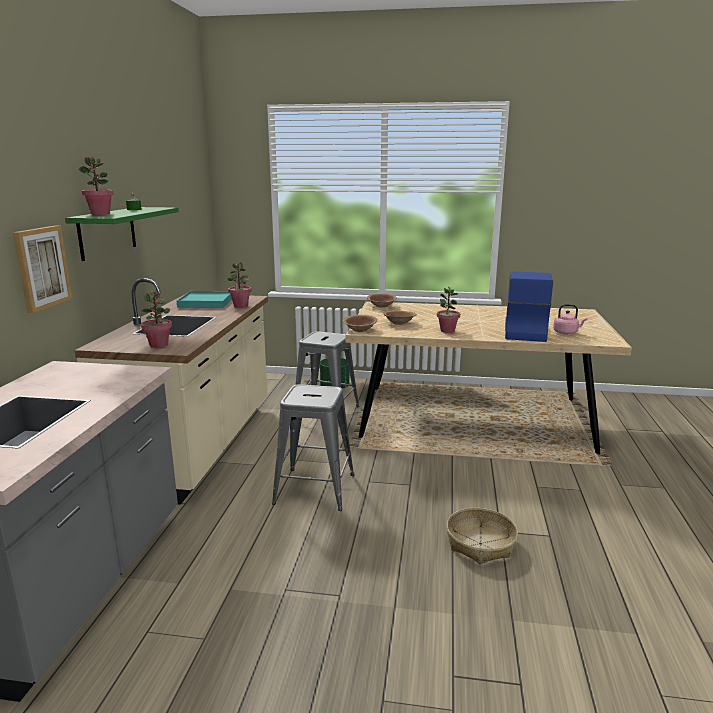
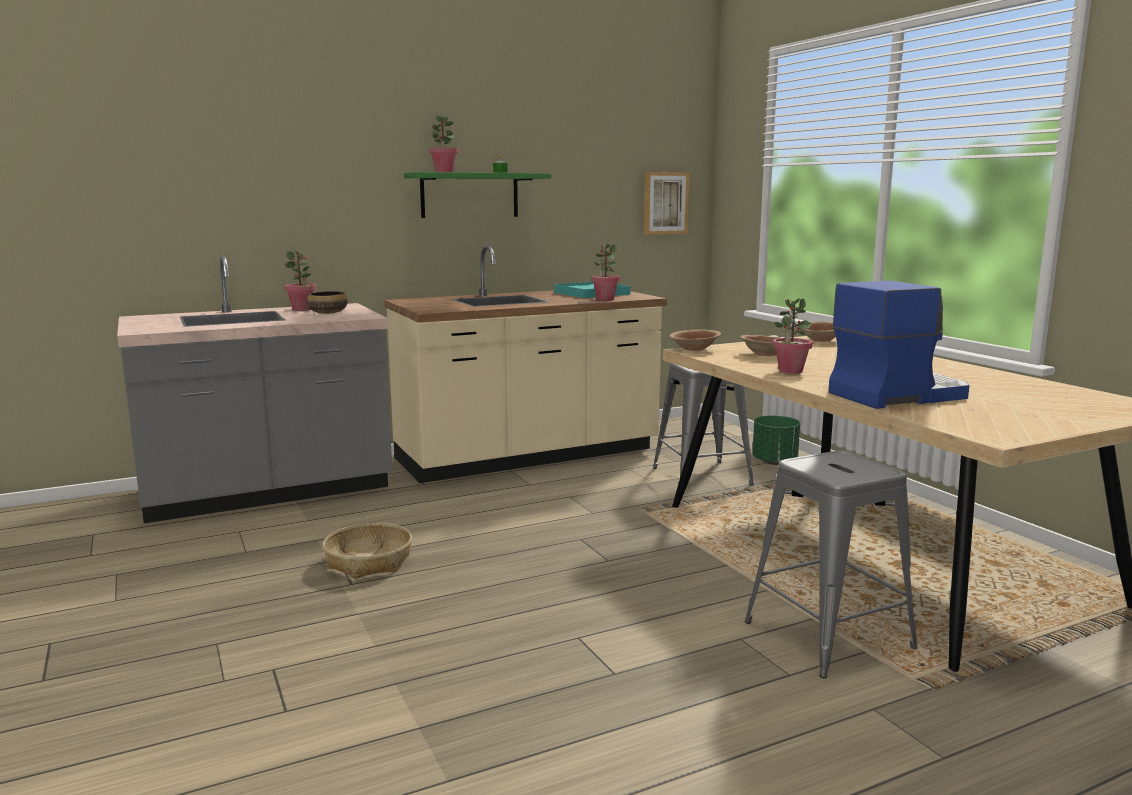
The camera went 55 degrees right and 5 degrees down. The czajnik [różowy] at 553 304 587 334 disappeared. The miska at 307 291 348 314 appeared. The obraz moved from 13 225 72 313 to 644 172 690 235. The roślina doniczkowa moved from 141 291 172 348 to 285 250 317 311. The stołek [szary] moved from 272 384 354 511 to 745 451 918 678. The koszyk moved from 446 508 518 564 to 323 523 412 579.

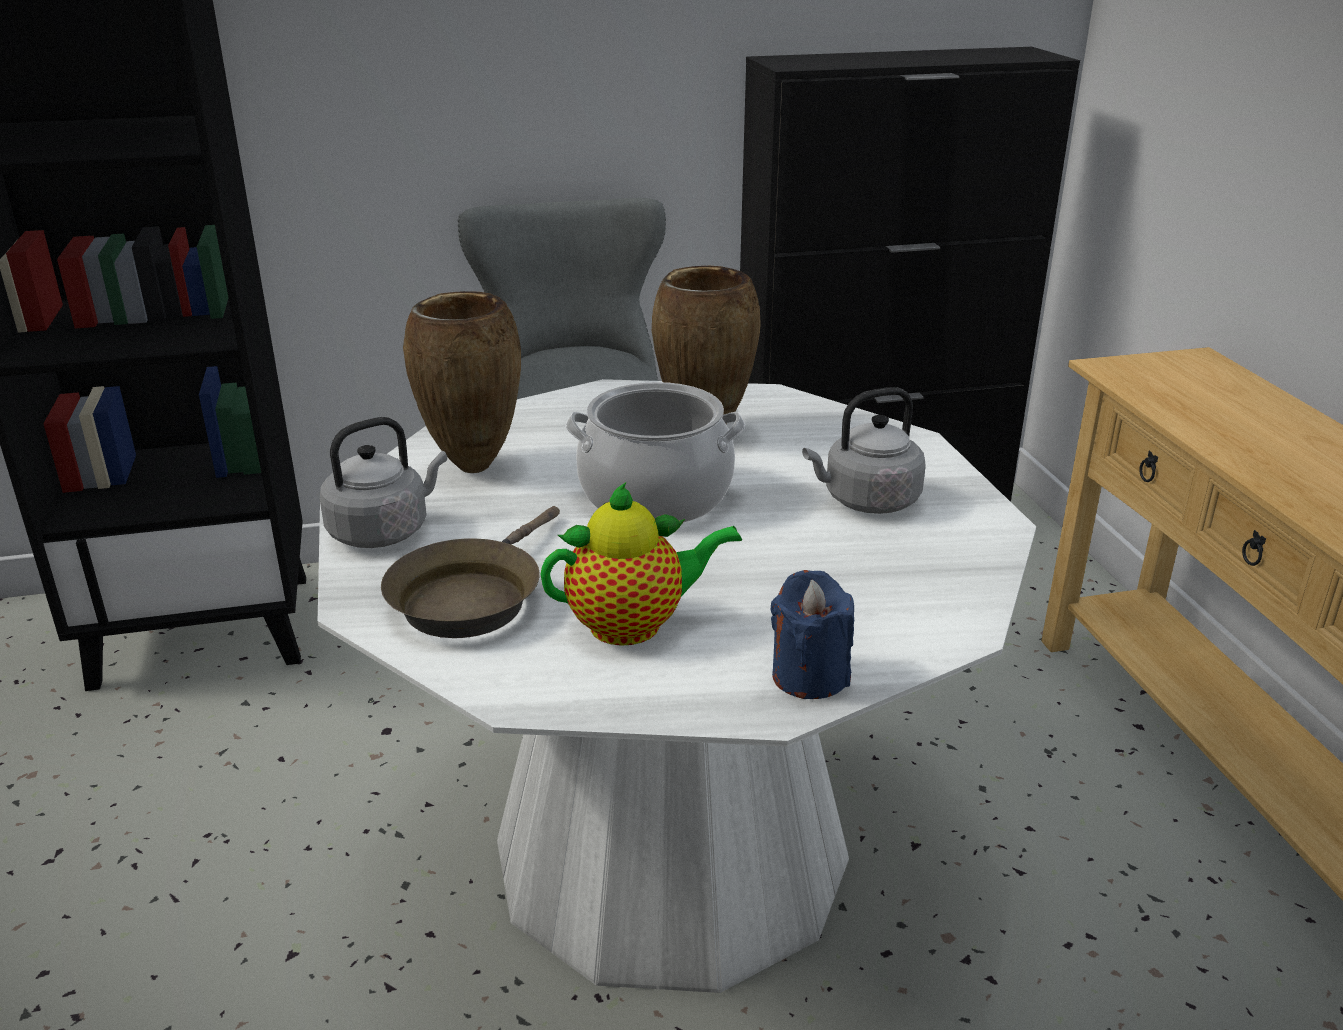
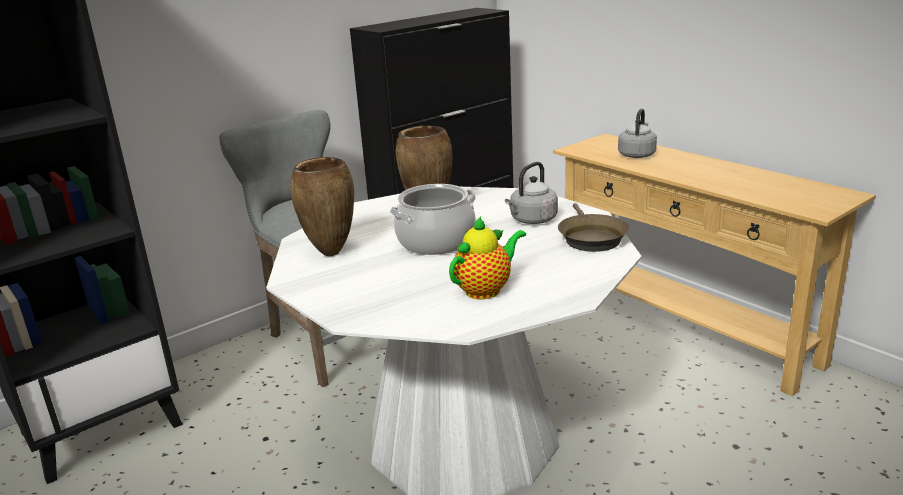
The camera went 25 degrees left and 5 degrees down. The świeca [niebieski] at 770 570 854 699 disappeared. The czajnik [szary] moved from 320 417 447 548 to 618 109 657 158. The patelnia [brązowy] moved from 381 506 560 638 to 558 203 630 252.

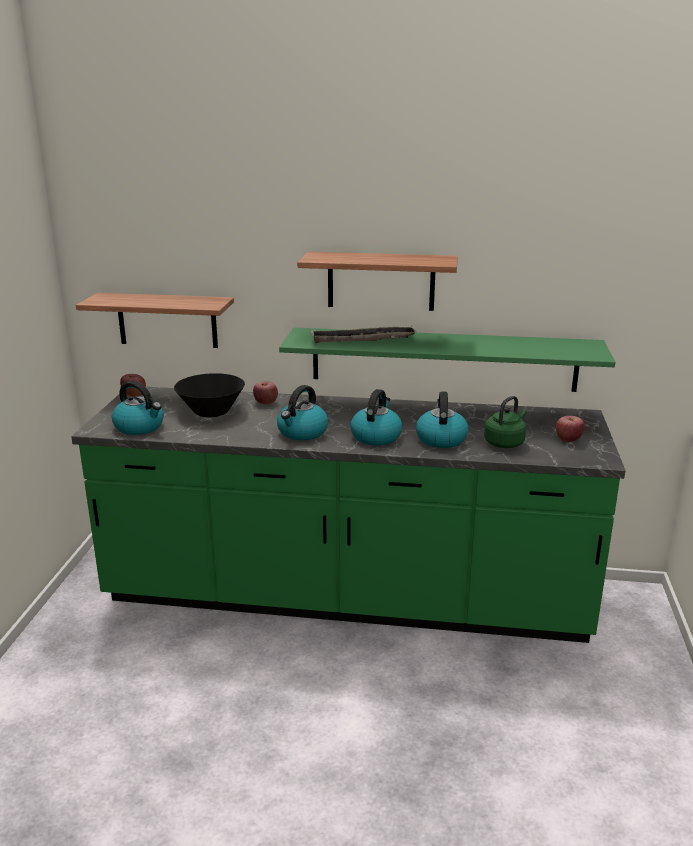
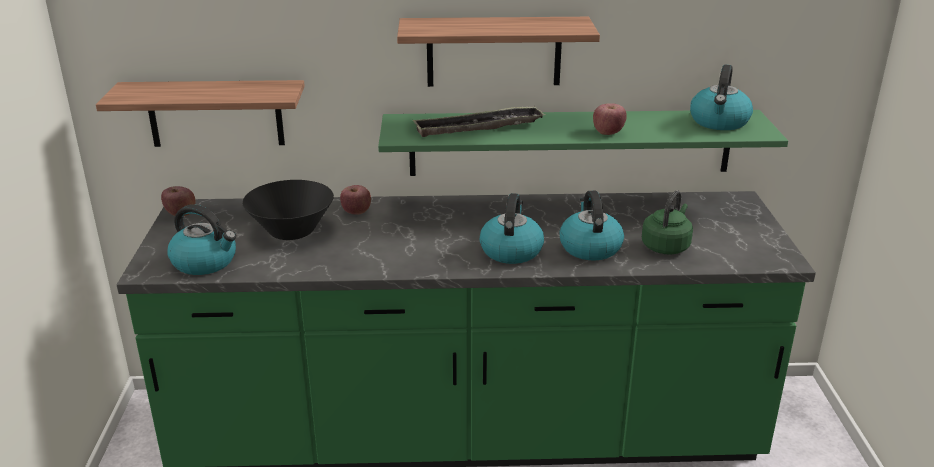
The camera went 10 degrees left and 5 degrees up. The czajnik moved from 277 385 328 440 to 690 65 753 130. The jabłko moved from 556 416 585 442 to 593 103 627 135.

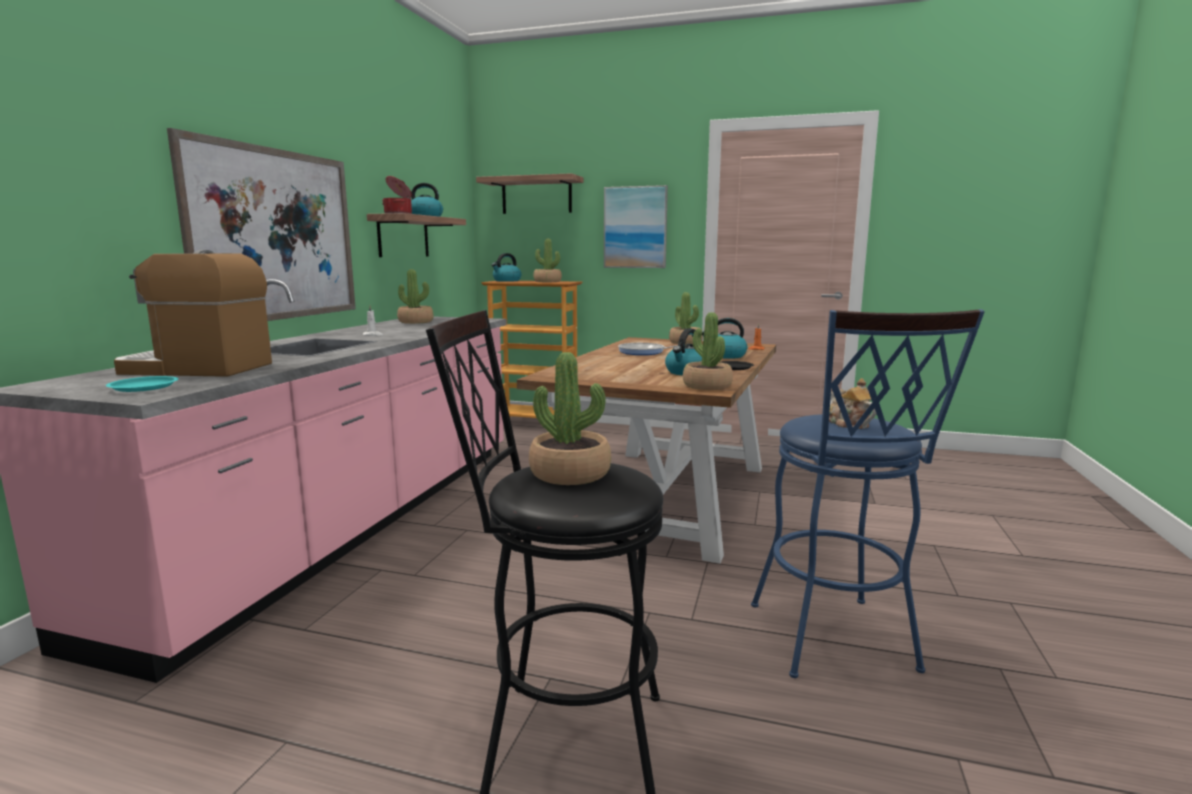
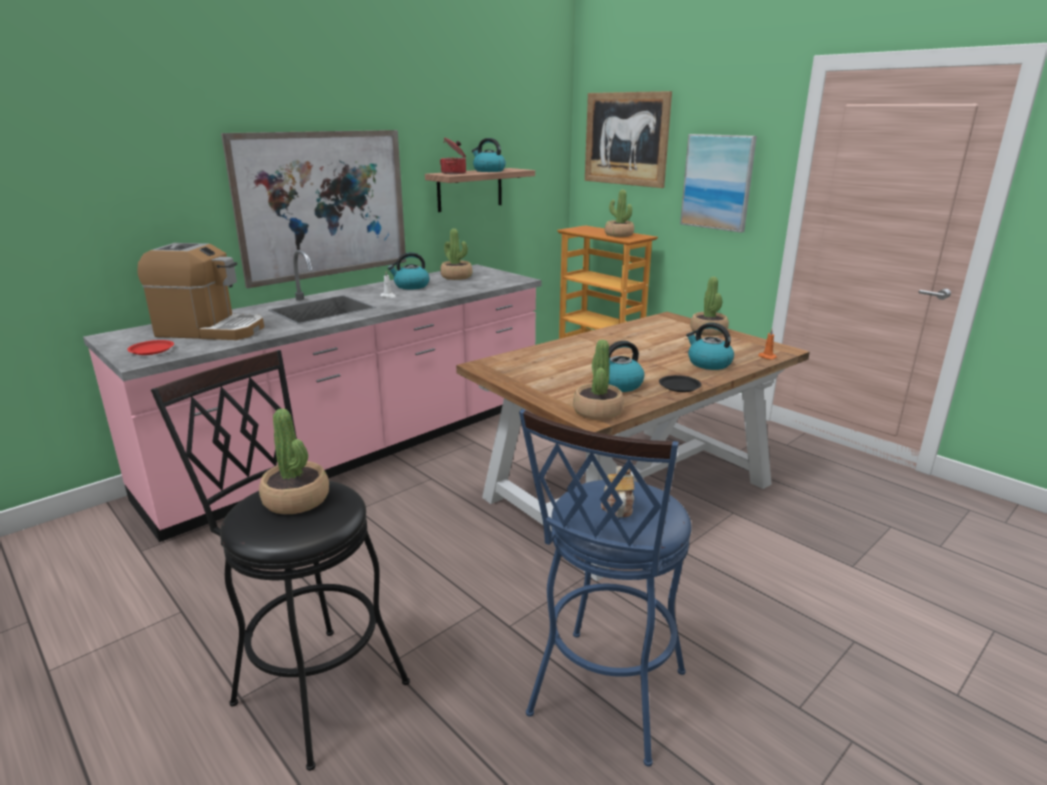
The camera went 30 degrees right and 10 degrees up. The patelnia at 618 343 677 355 disappeared. The czajnik moved from 492 253 521 282 to 388 252 429 290. The półka at 476 173 584 214 was replaced by the obraz at 585 91 672 188. The talerz [turkusowy] at 106 376 179 392 became the talerz [czerwony] at 127 340 174 355. The ekspres do kawy at 114 250 272 377 turned 150 degrees clockwise.

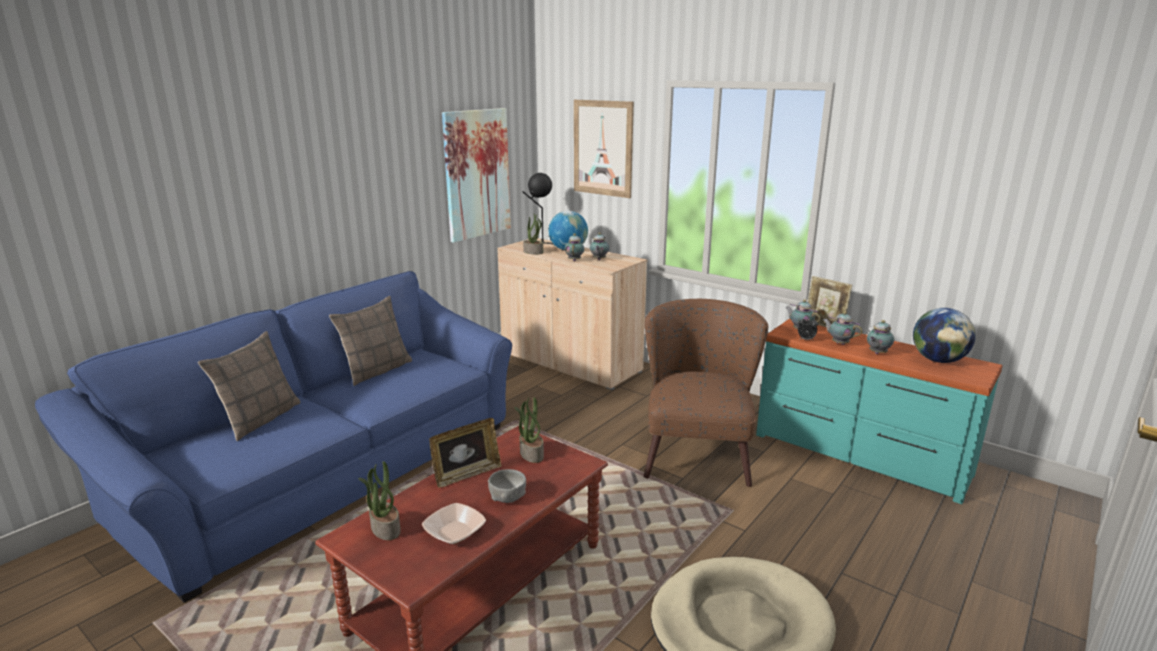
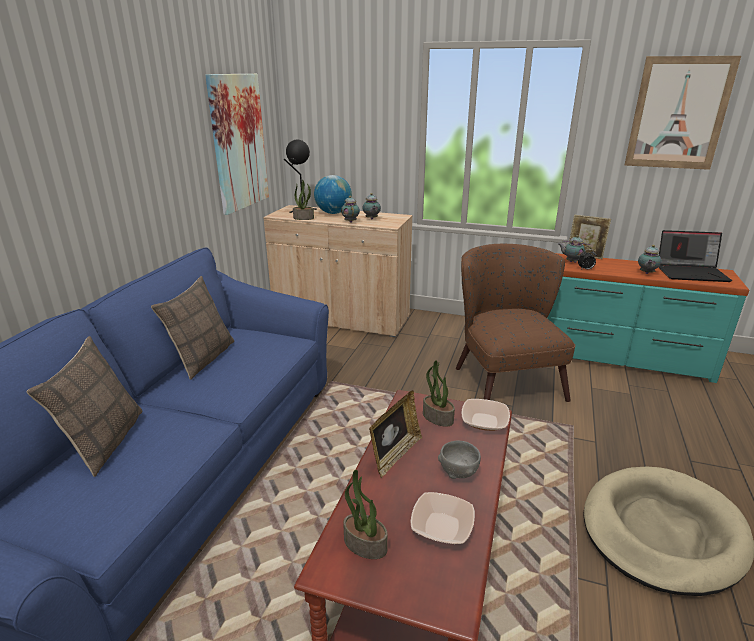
The camera went 20 degrees left and 5 degrees up. The imbryk at 823 312 862 345 disappeared. The miska at 462 399 510 431 appeared. The obraz moved from 574 100 634 198 to 625 56 741 170. The globus at 913 308 976 363 was replaced by the laptop at 659 230 732 282.

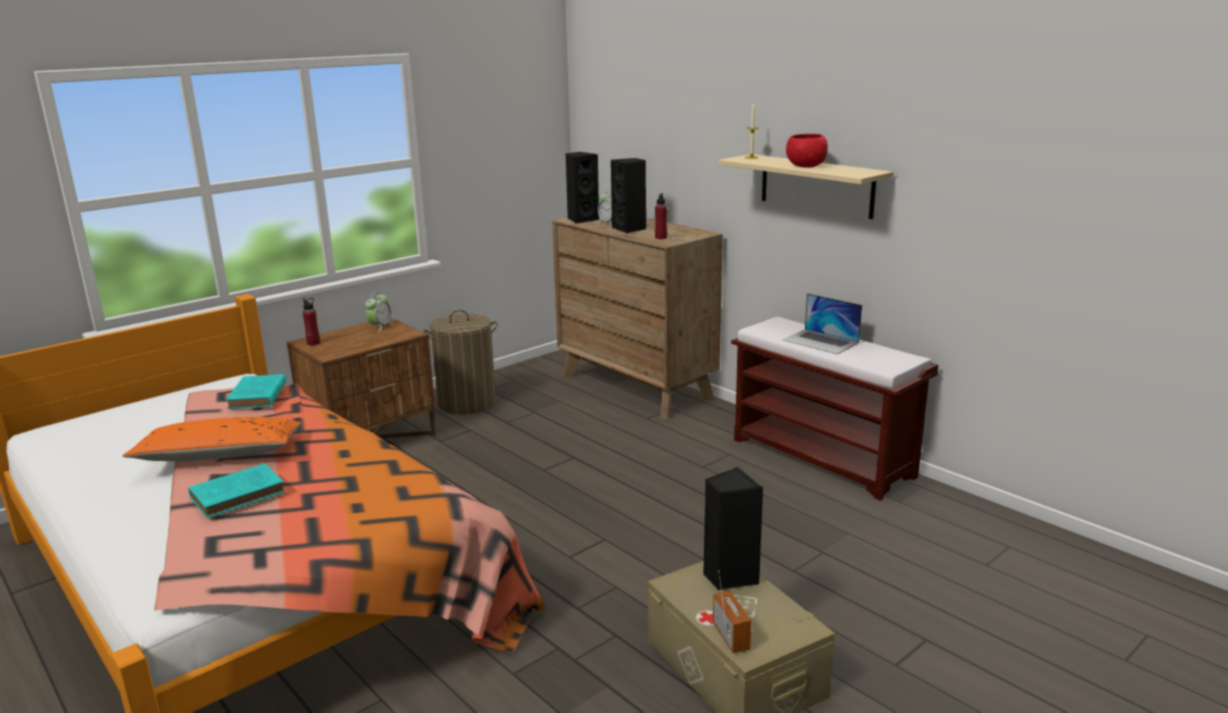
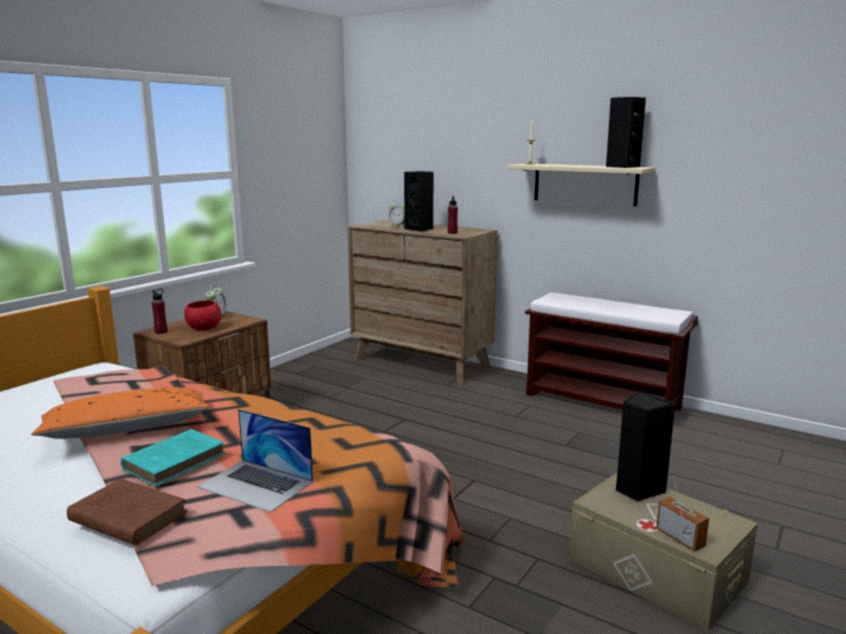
The camera went 15 degrees left and 5 degrees down. The książka [turkusowy] at 226 374 286 409 disappeared. The kosz na pranie at 423 310 498 415 disappeared. The książka [brązowy] at 67 479 187 545 appeared. The głośnik [czarny] moved from 566 152 599 223 to 606 97 646 168. The laptop moved from 783 293 862 354 to 198 409 313 512. The miska [czerwony] moved from 786 134 828 168 to 184 300 221 331.

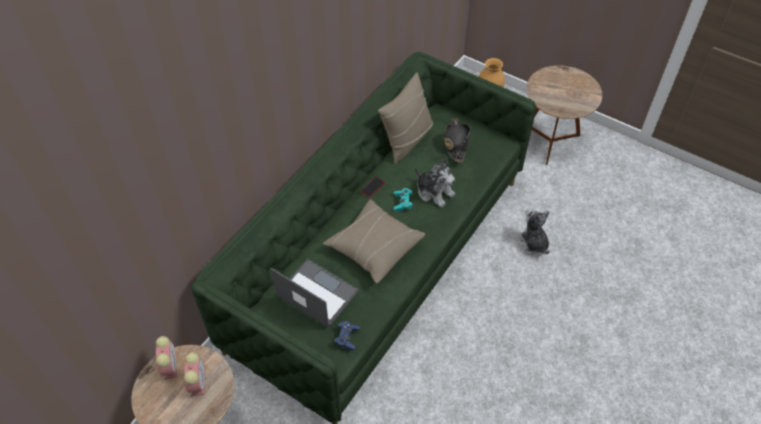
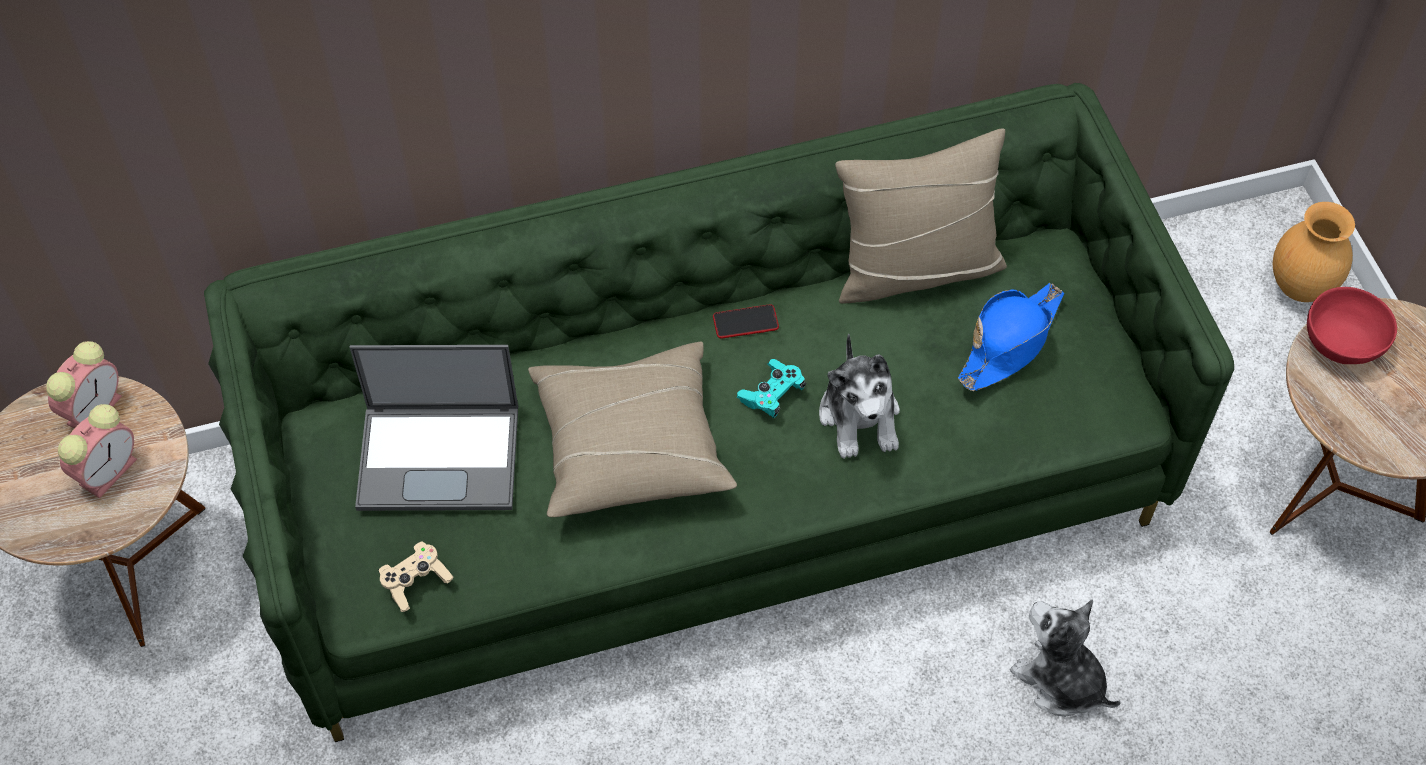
The camera went 40 degrees right and 5 degrees up. The miska [czerwony] at 1307 287 1397 364 appeared. The pad do gier [niebieski] at 334 321 360 351 became the pad do gier [beżowy] at 378 542 453 612. The kapelusz [czarny] at 444 119 471 162 became the kapelusz [niebieski] at 958 283 1064 391. The laptop at 271 259 359 328 turned 105 degrees clockwise. The pluszak at 516 208 550 255 turned 60 degrees counterclockwise.

